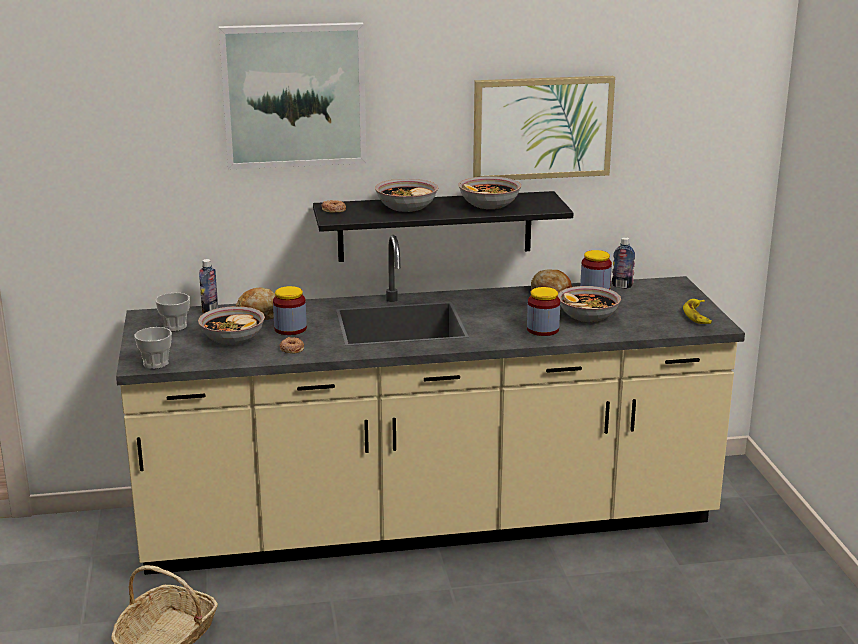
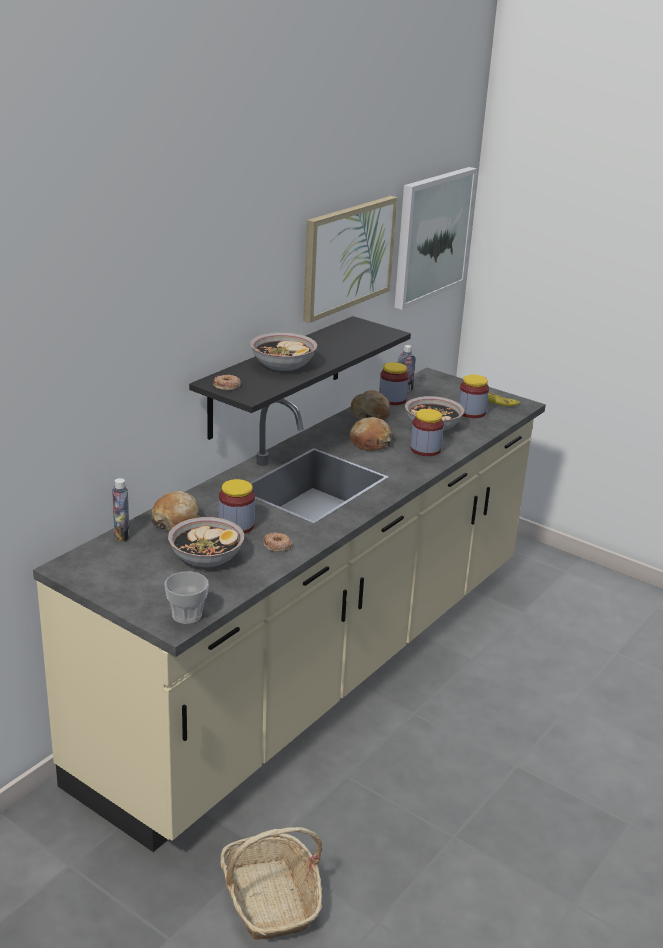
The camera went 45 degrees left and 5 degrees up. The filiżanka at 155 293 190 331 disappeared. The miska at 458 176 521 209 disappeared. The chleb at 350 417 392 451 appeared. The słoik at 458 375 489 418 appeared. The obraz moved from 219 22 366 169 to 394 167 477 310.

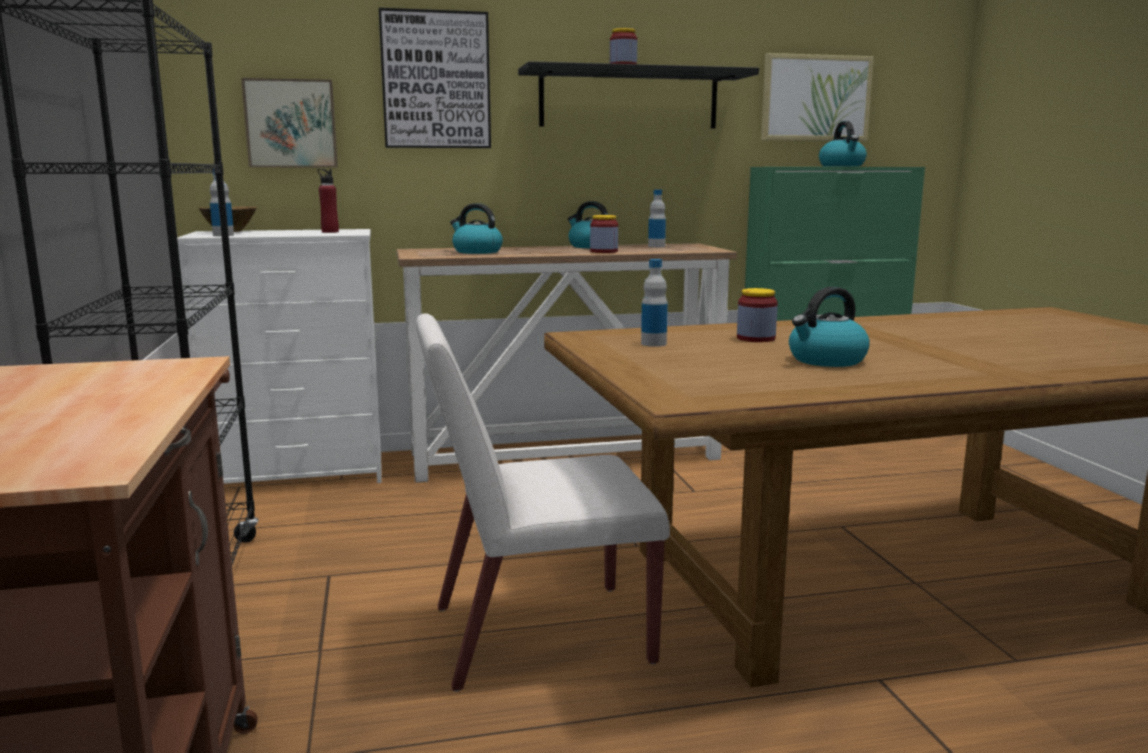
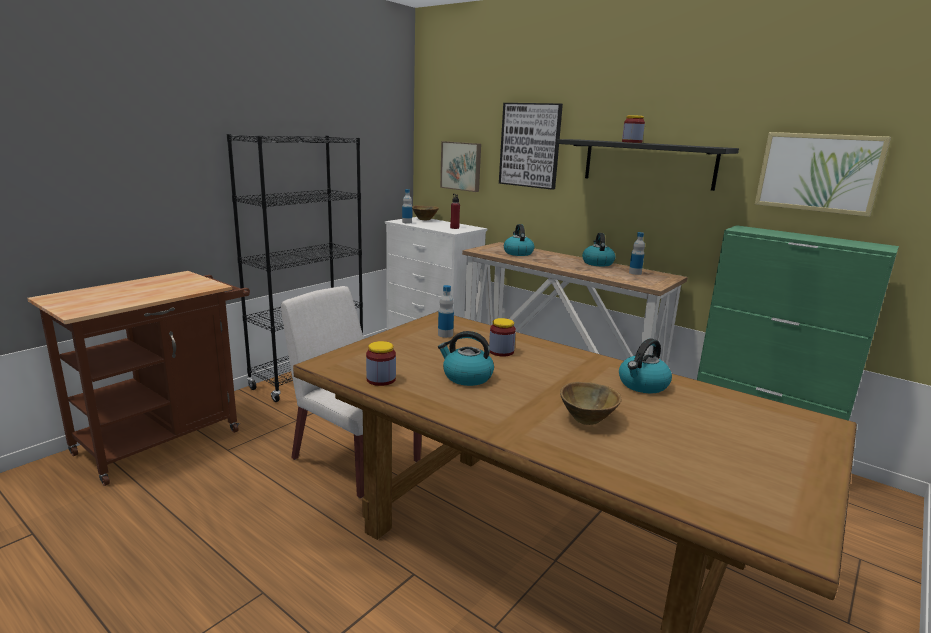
The camera went 50 degrees right and 5 degrees up. The miska [brązowy] at 560 382 621 425 appeared. The słoik moved from 590 215 618 253 to 366 341 396 386. The czajnik moved from 819 121 867 166 to 619 338 672 393.

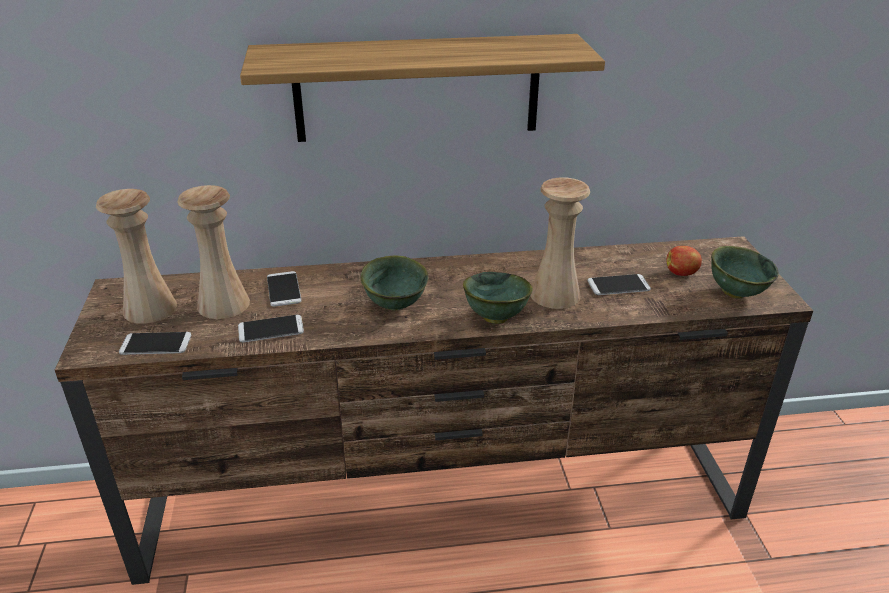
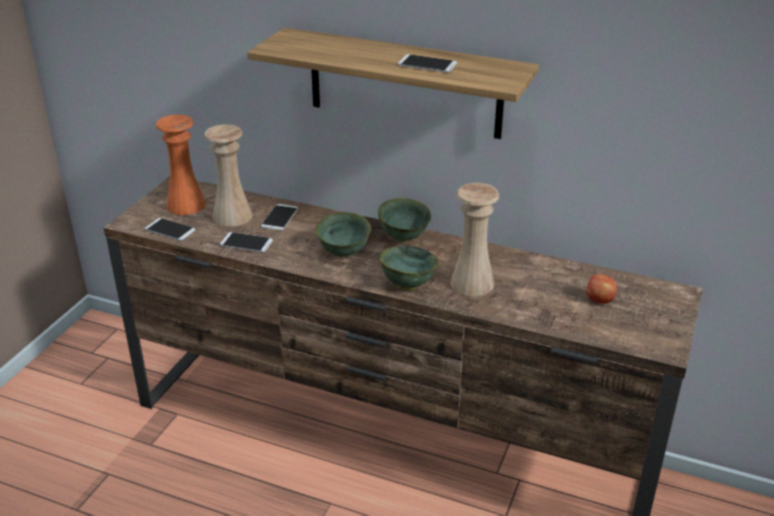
The camera went 30 degrees right and 0 degrees up. The telefon moved from 587 274 651 295 to 398 54 457 73. The miska [zielony] moved from 711 246 779 298 to 378 198 431 242. The wazon [beżowy] at 96 189 177 324 became the wazon [pomarańczowy] at 156 115 206 215.

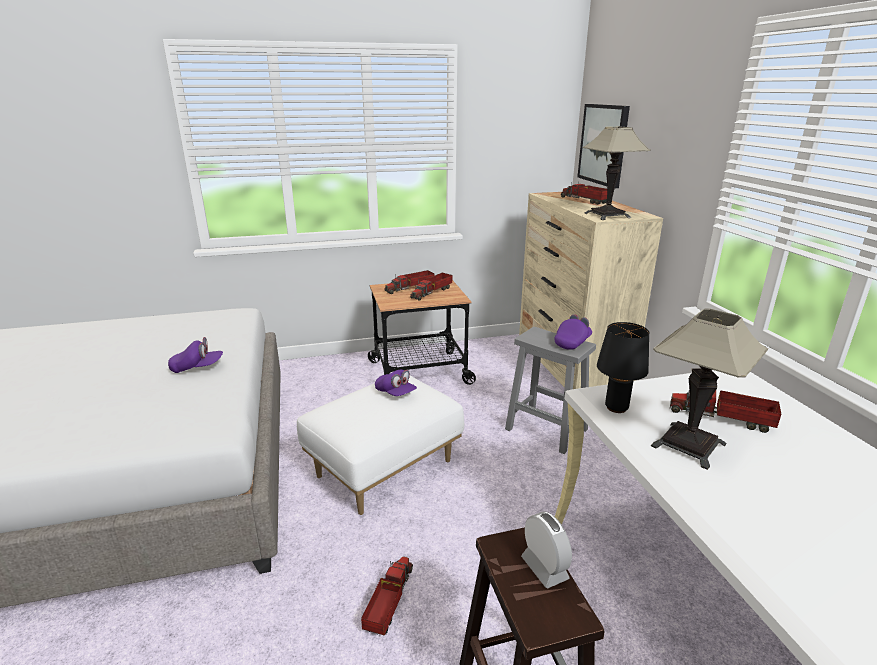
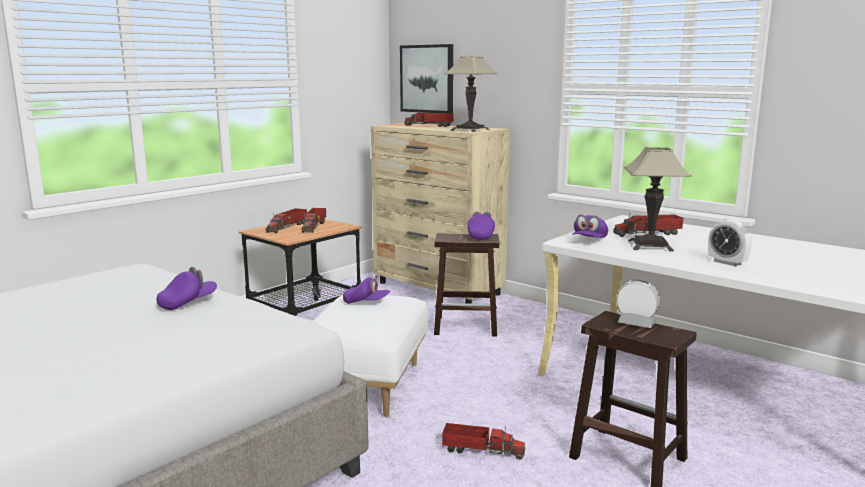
The camera went 35 degrees left and 10 degrees down. The budzik at 708 220 752 266 appeared. The lampa stołowa [czarny] at 597 322 649 413 was replaced by the czapka z daszkiem [fioletowy] at 572 214 608 238. The stołek [szary] at 505 327 596 454 became the stołek [brązowy] at 434 233 499 336. The ciężarówka zabawkowa at 361 556 413 635 turned 120 degrees clockwise.

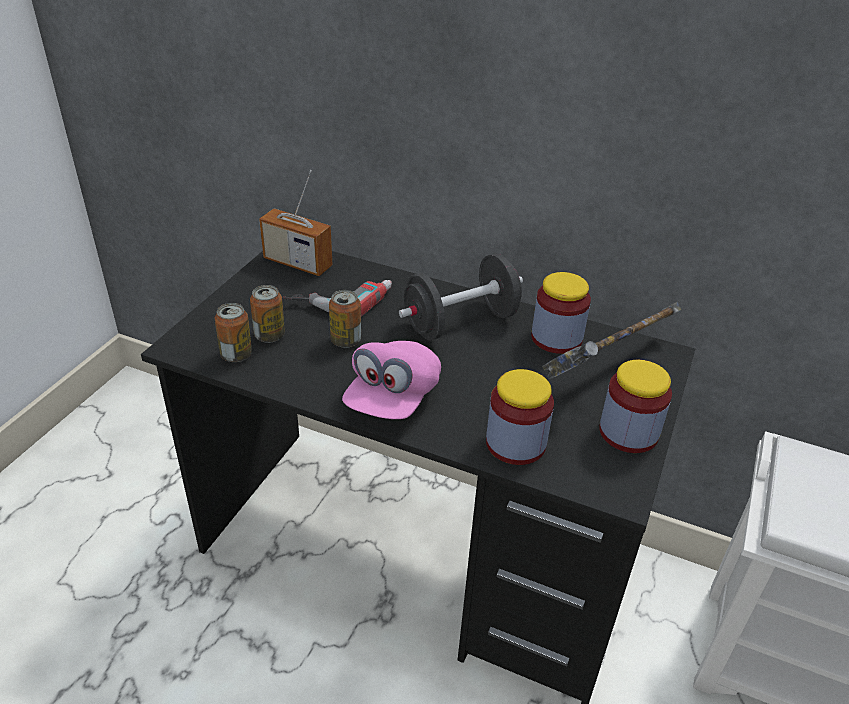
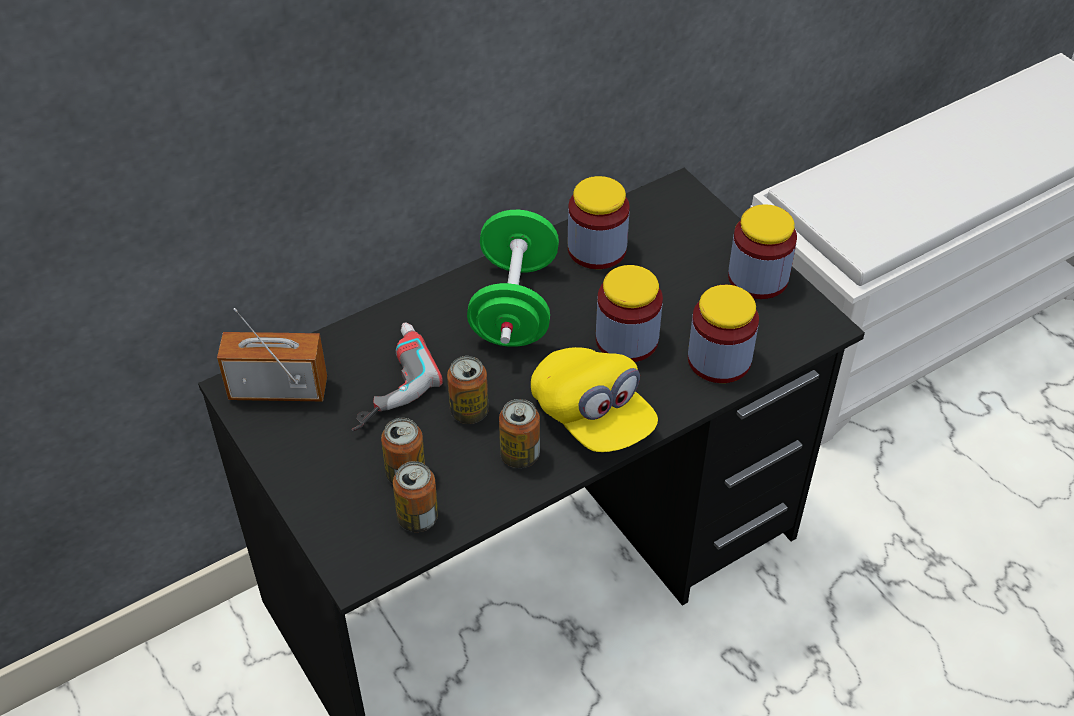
The camera went 55 degrees left and 10 degrees up. The młotek at 542 302 681 380 disappeared. The puszka at 499 399 540 468 appeared. The słoik at 596 265 663 362 appeared. The czapka z daszkiem [różowy] at 342 341 441 419 became the czapka z daszkiem [żółty] at 531 347 658 452. The hantel [czarny] at 399 253 523 340 became the hantel [zielony] at 467 210 559 347. The radio at 259 170 332 276 turned 150 degrees counterclockwise.

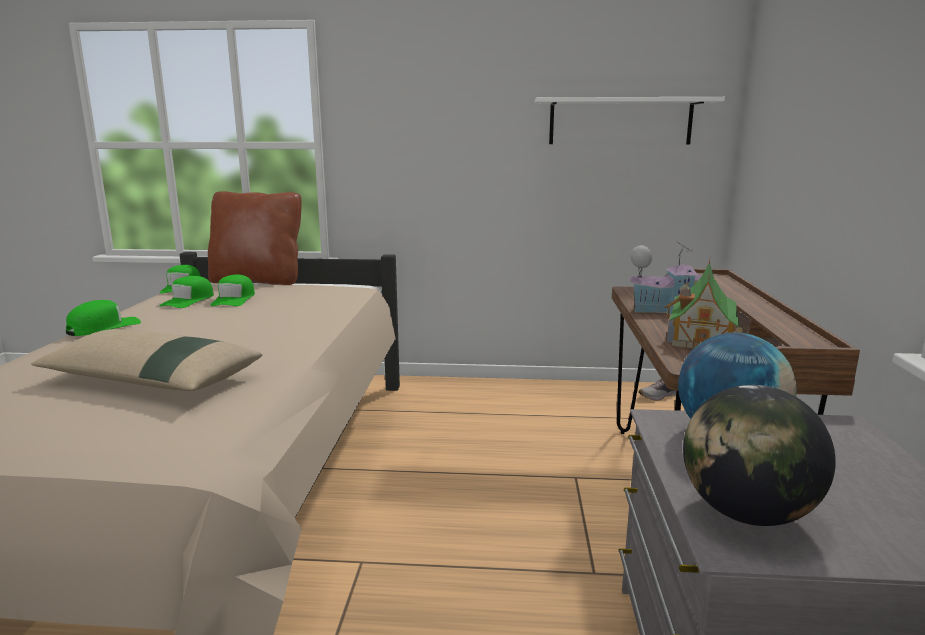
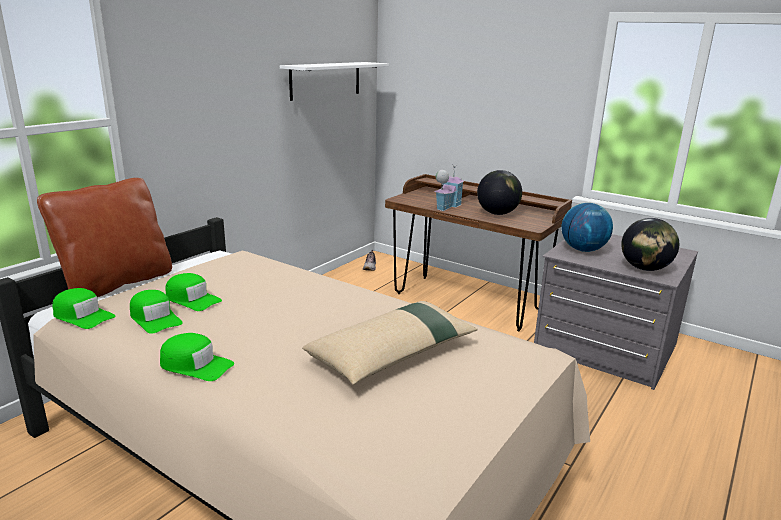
The camera went 60 degrees left and 5 degrees up. The domek at 665 259 746 350 was replaced by the globus at 477 170 522 215. The czapka z daszkiem [zielony] at 66 300 141 336 turned 135 degrees clockwise.

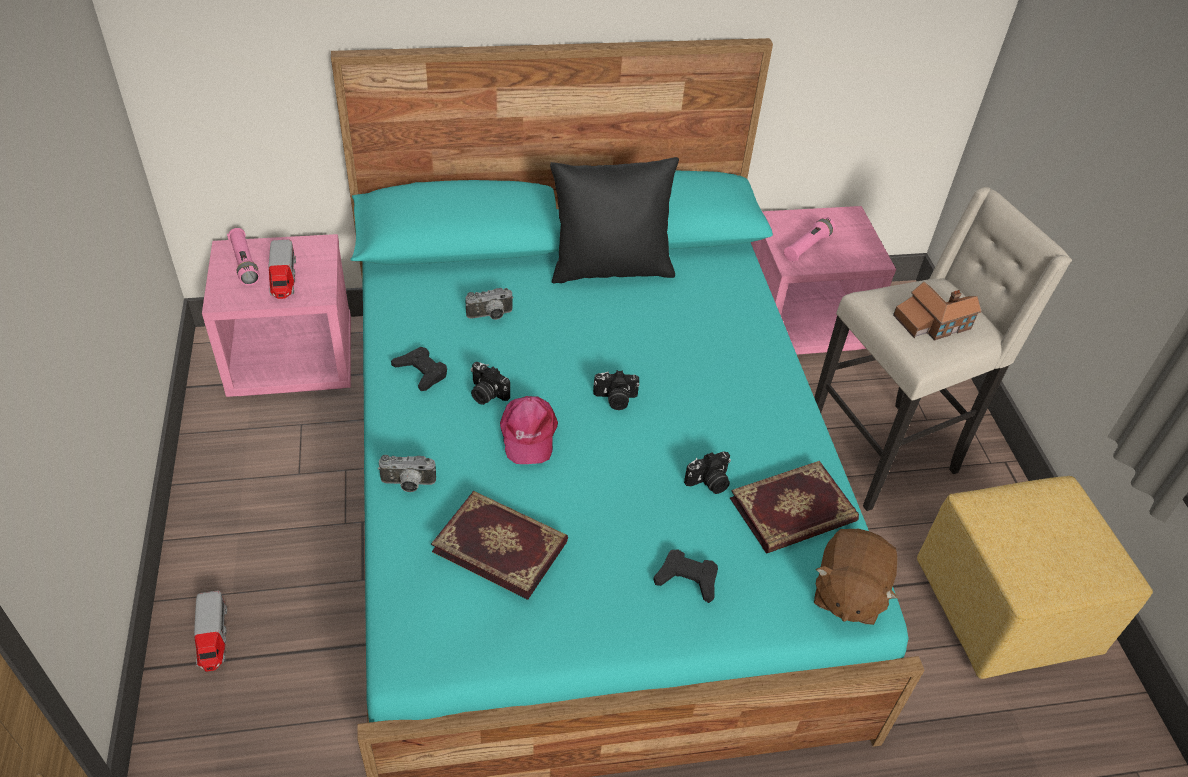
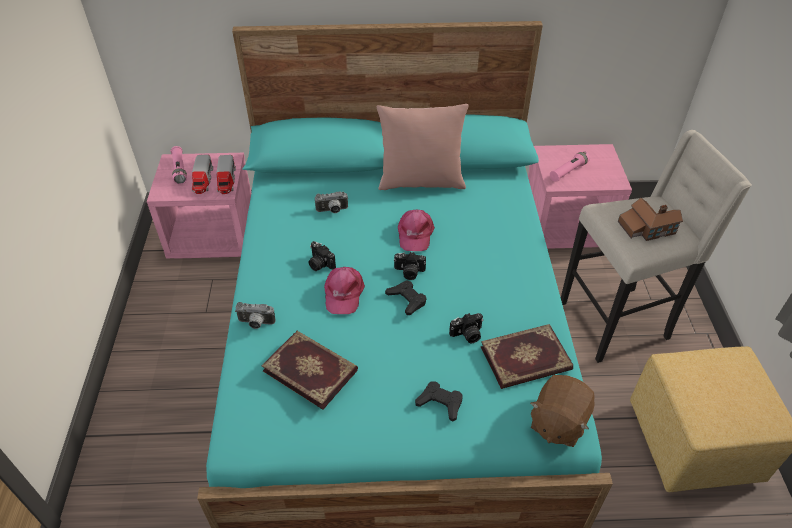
The camera went 10 degrees right and 0 degrees up. The czapka z daszkiem [różowy] at 398 209 435 251 appeared. The ciężarówka zabawkowa moved from 194 591 227 672 to 217 155 236 194. The pad do gier [czarny] moved from 391 347 447 391 to 385 281 427 315. The poduszka [czarny] at 550 157 679 283 became the poduszka [różowy] at 377 104 469 190.

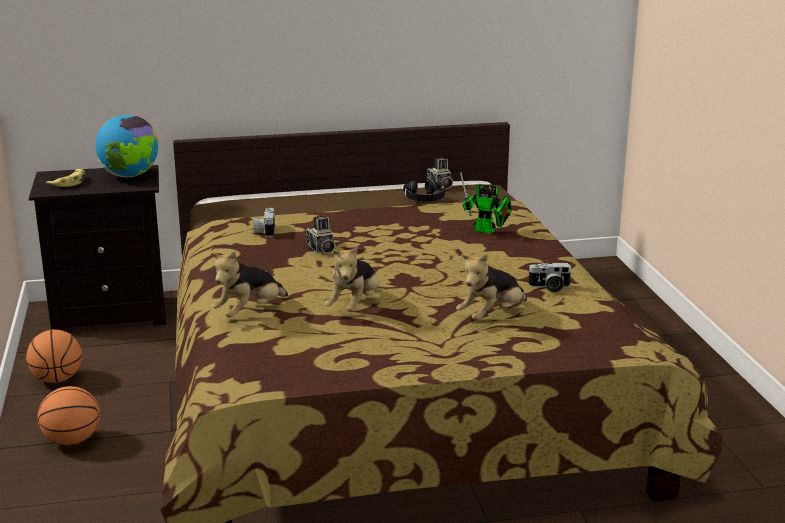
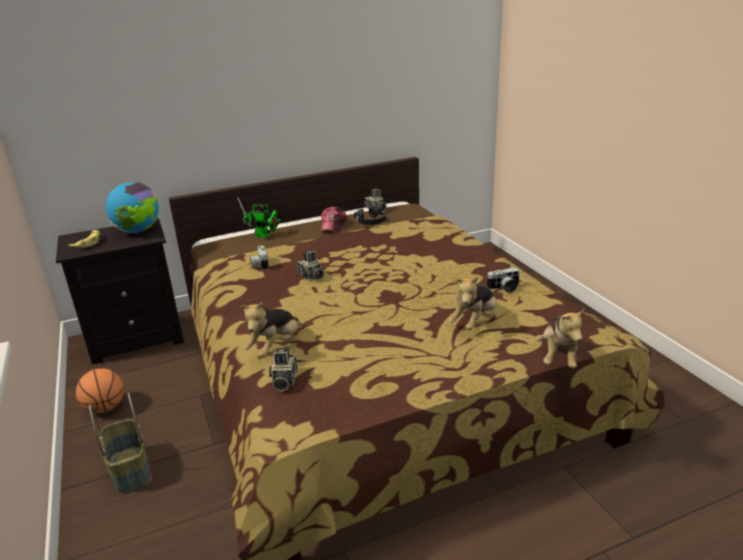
The camera went 10 degrees left and 5 degrees up. The aparat fotograficzny at 269 348 297 391 appeared. The czapka z daszkiem at 321 207 347 232 appeared. The pluszak moved from 325 245 380 312 to 536 308 585 368. The robot zabawkowy moved from 460 172 512 234 to 237 196 280 237. The piłka do koszykówki at 38 386 100 445 was replaced by the koszyk at 89 392 150 493.

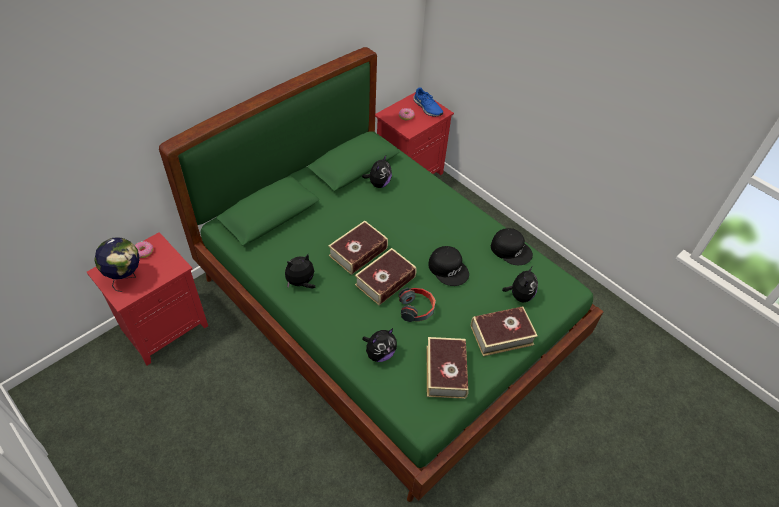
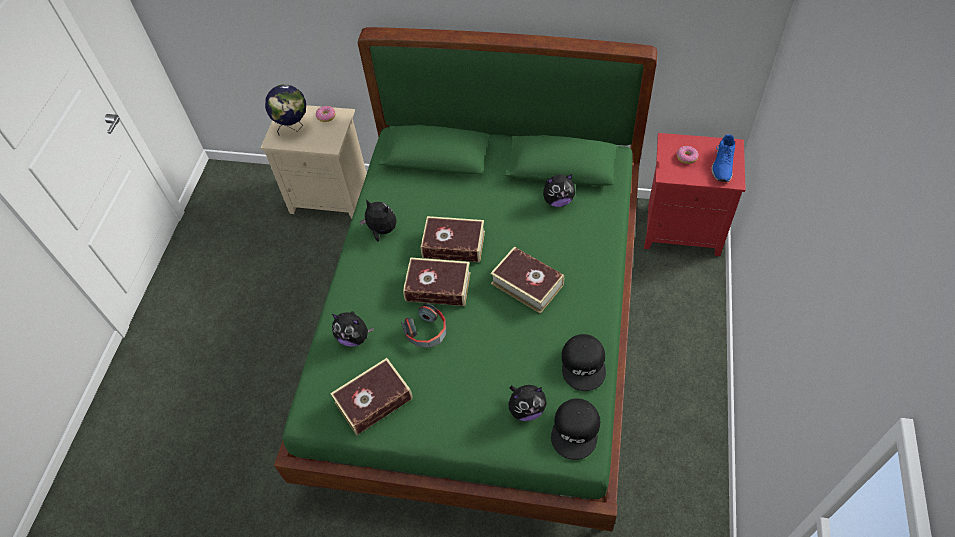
The camera went 60 degrees right and 5 degrees up. The czapka z daszkiem [czarny] moved from 428 246 469 286 to 551 398 600 460. The książka moved from 471 306 538 356 to 490 247 564 314. The szafka nocna [czerwony] at 87 232 208 365 became the szafka nocna [beżowy] at 260 105 367 219.

